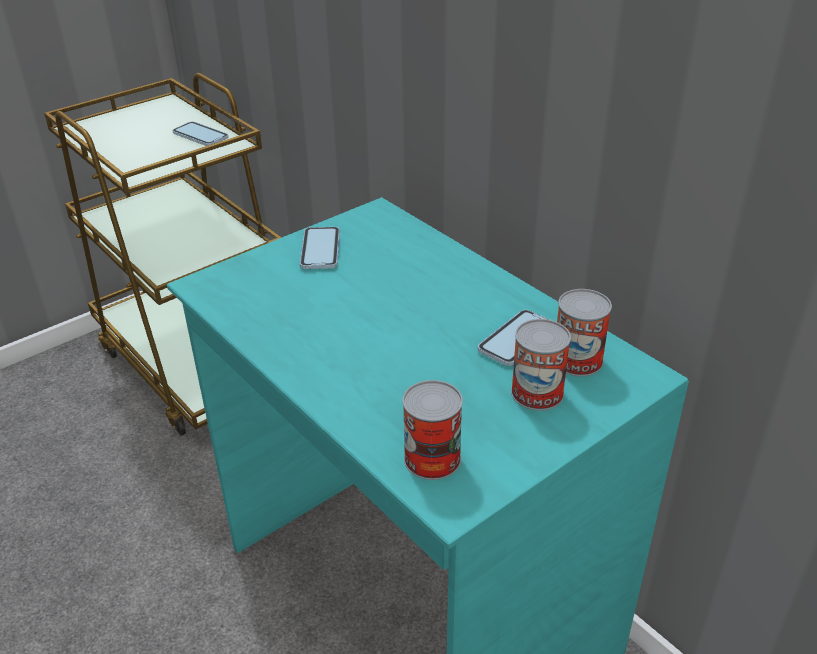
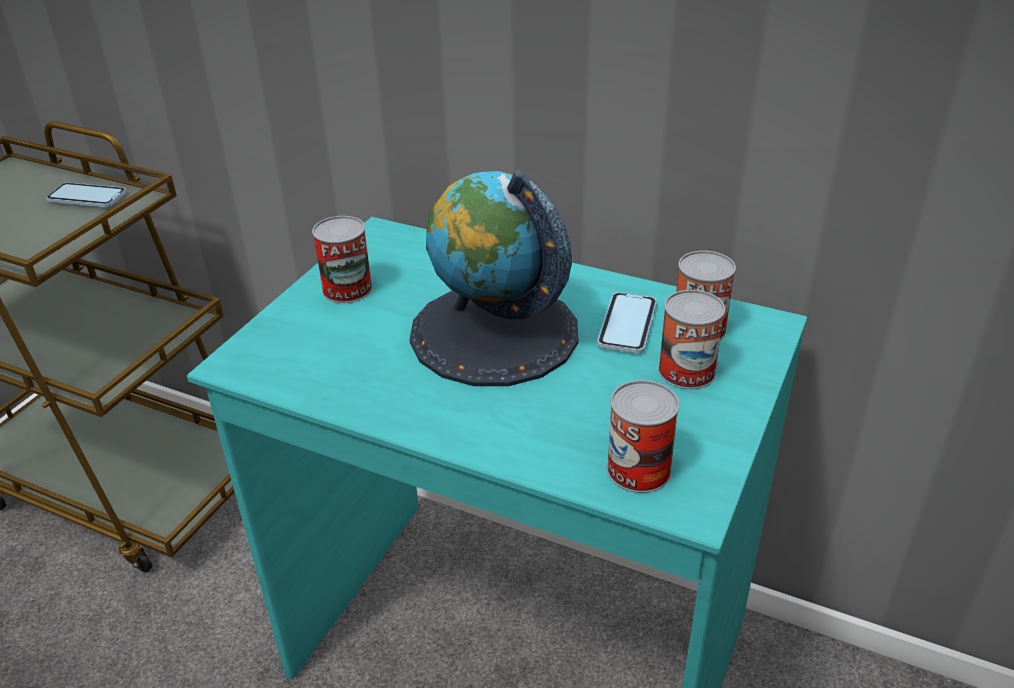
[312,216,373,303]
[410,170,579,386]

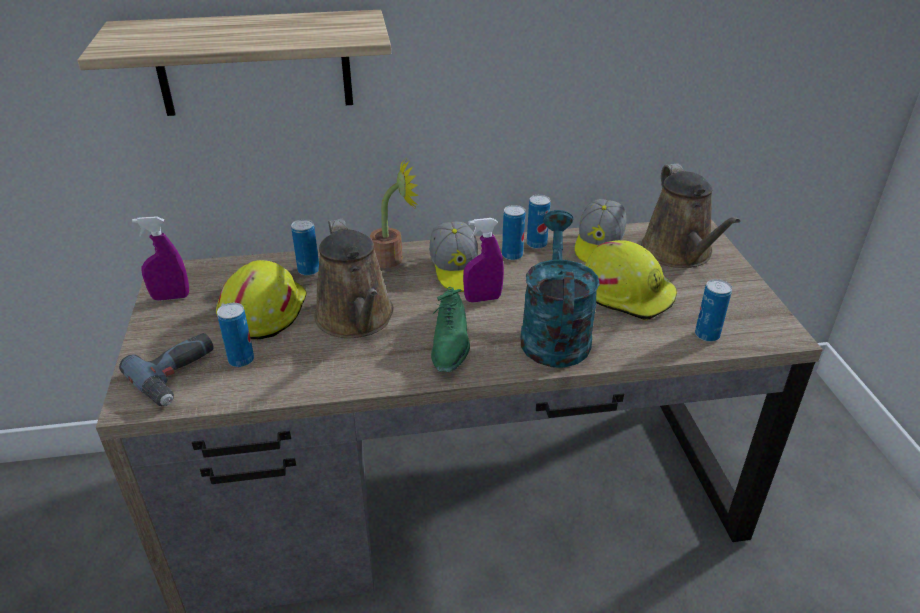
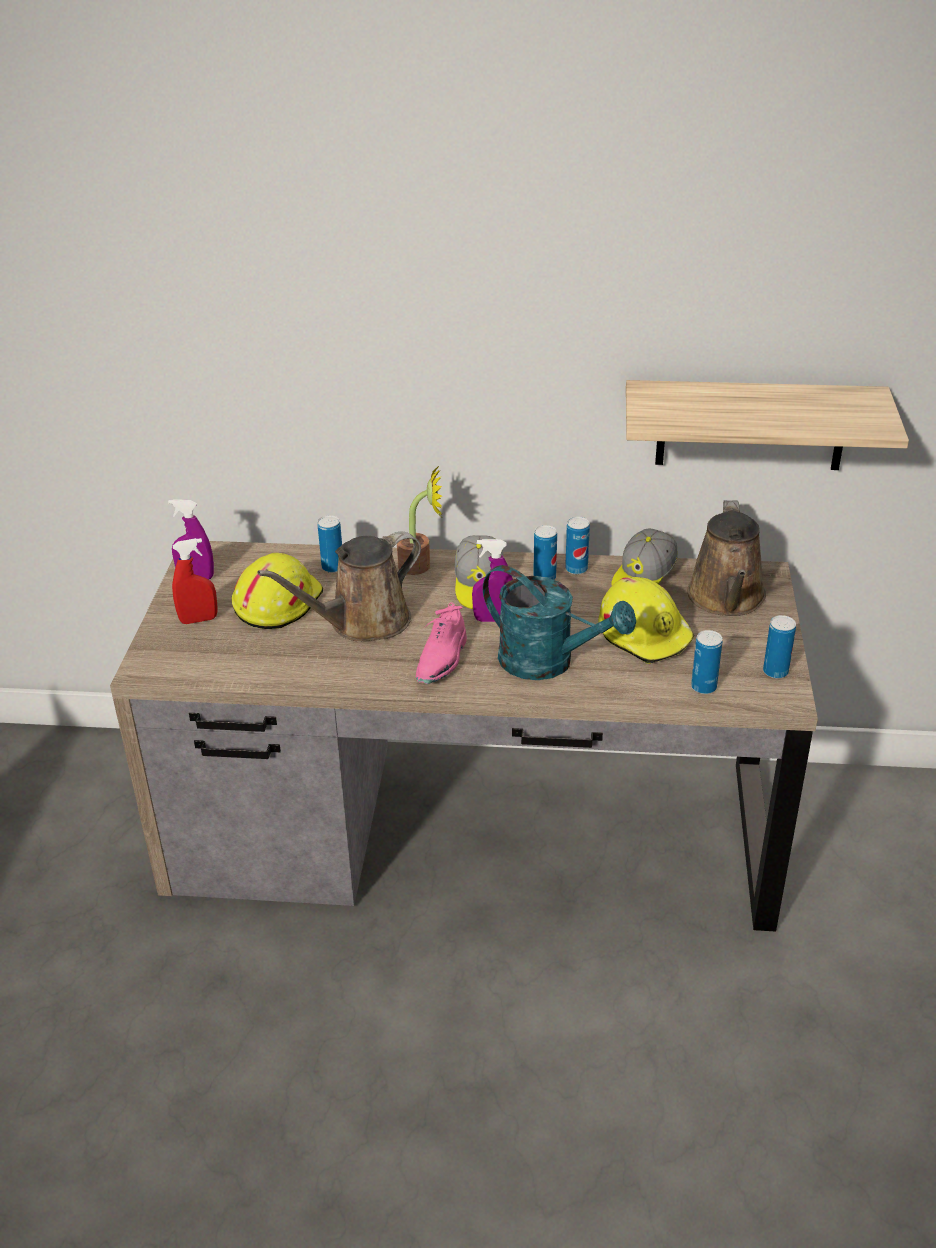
[626,380,909,470]
[483,565,636,680]
[257,532,421,641]
[416,603,467,684]
[763,615,796,679]
[119,333,214,406] (first image)
[172,538,218,624]

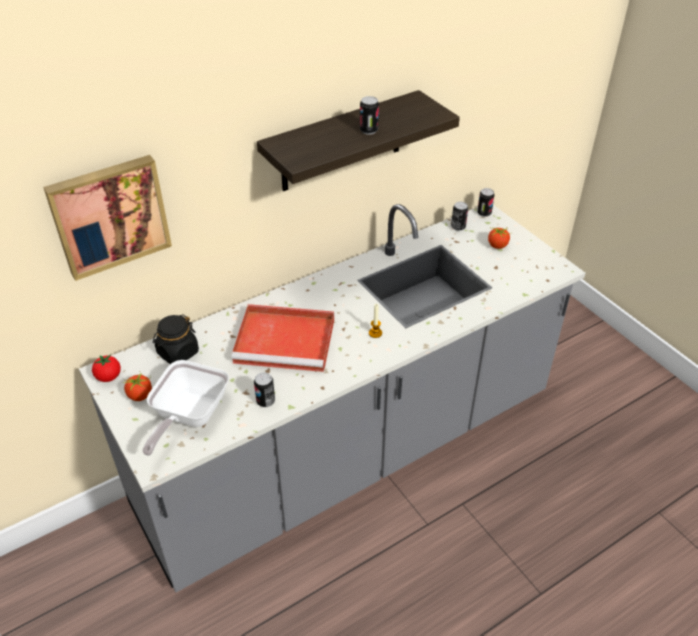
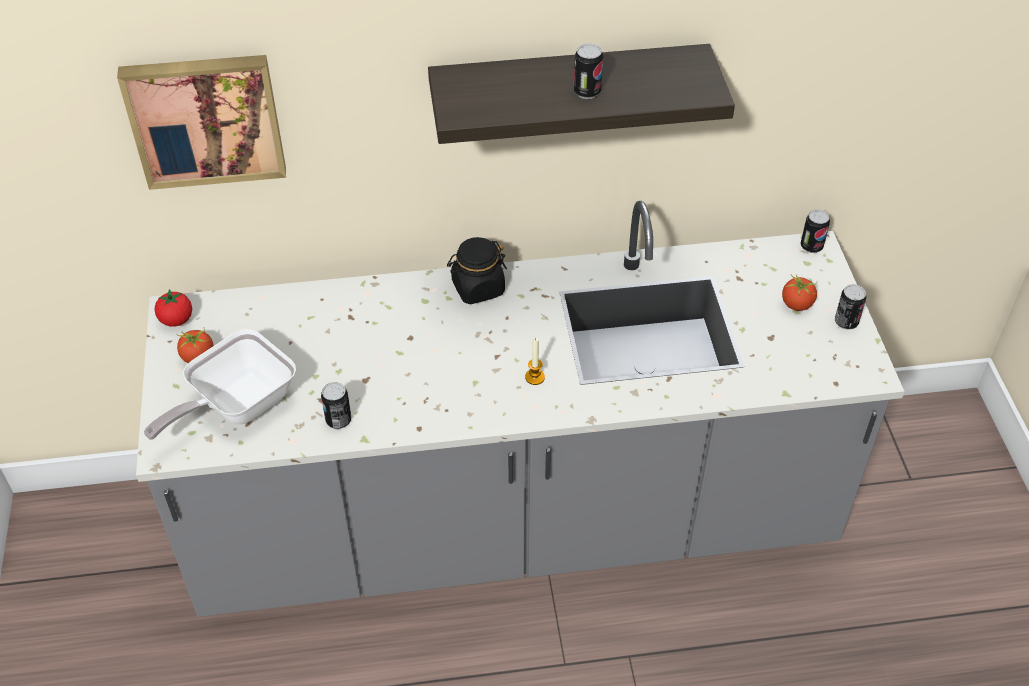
[835,284,867,330]
[231,304,334,372] (first image)
[447,237,507,304]

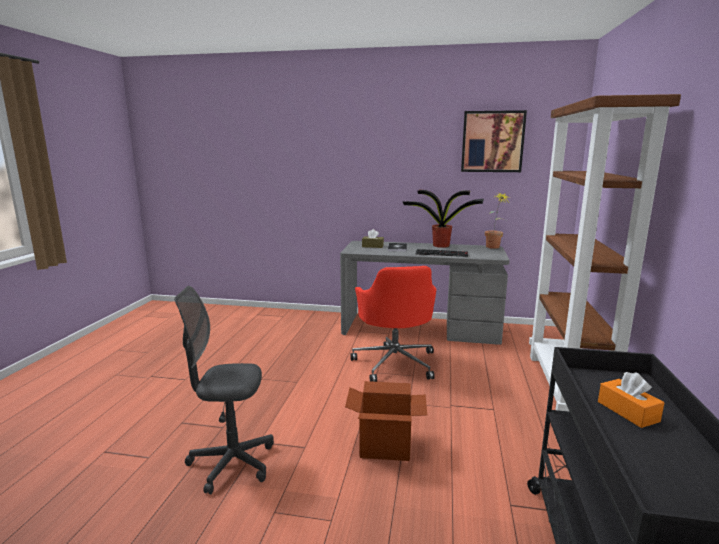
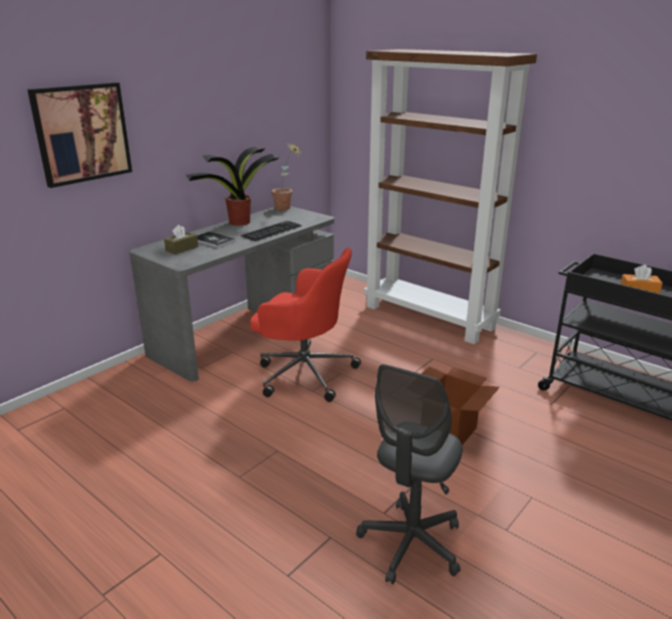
[27,82,132,188]

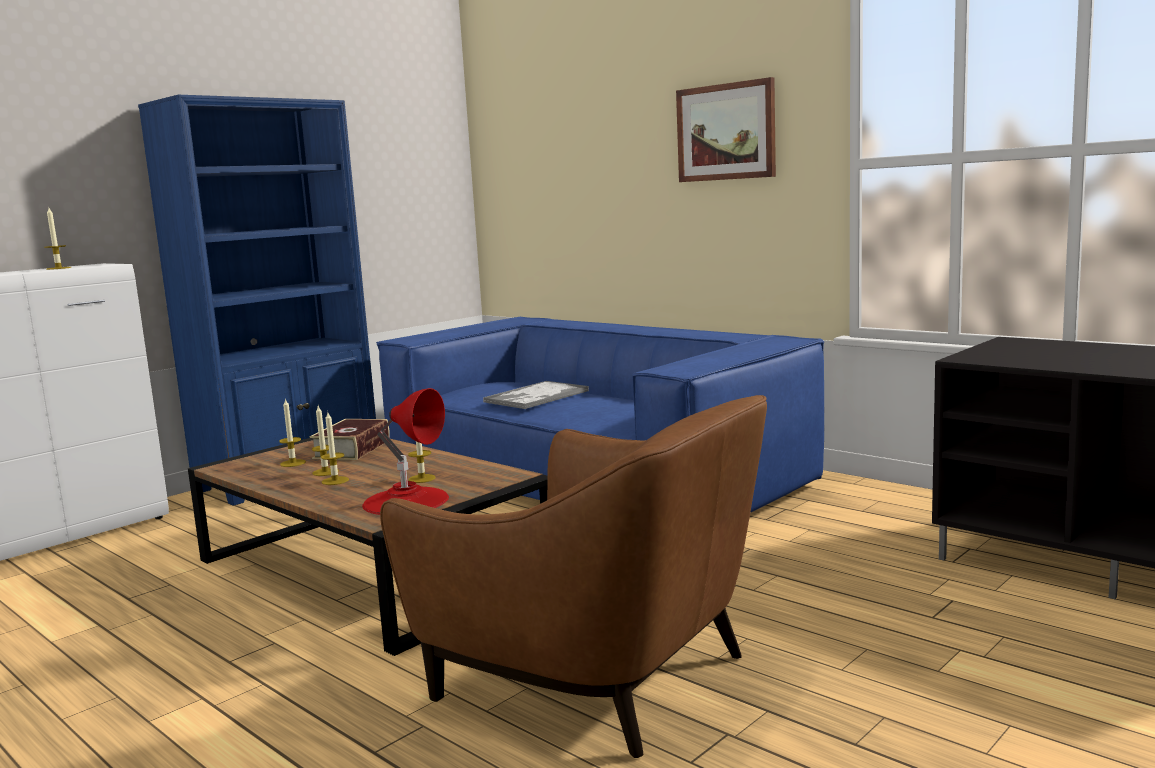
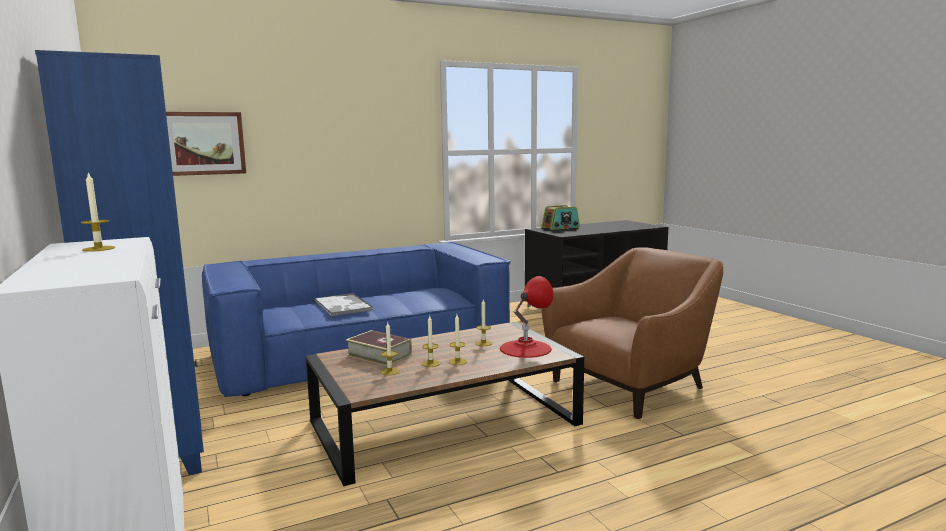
[166,112,246,176]
[541,205,580,230]

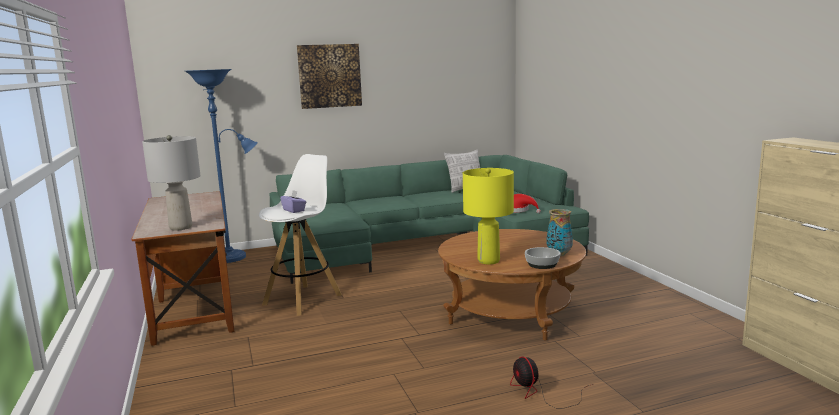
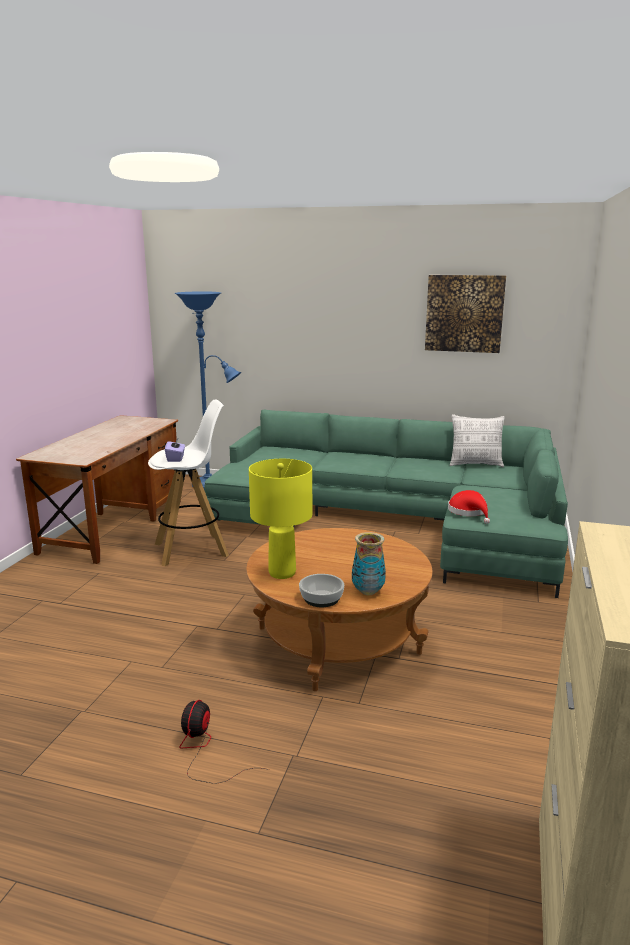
[425,275,506,353]
[142,135,201,231] (first image)

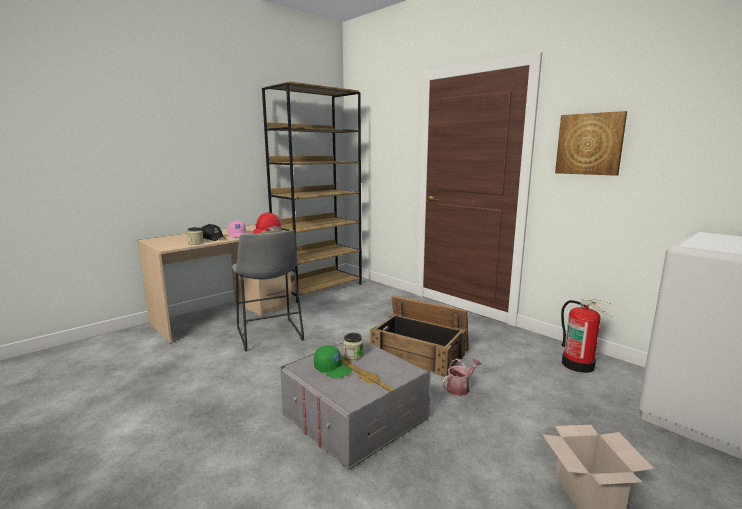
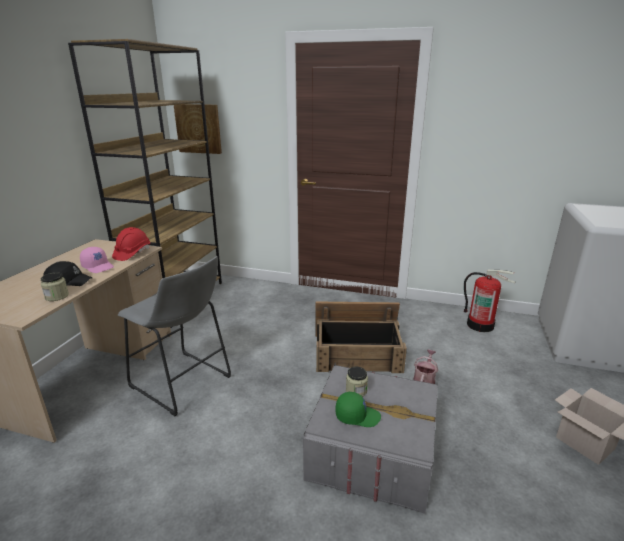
[174,104,222,154]

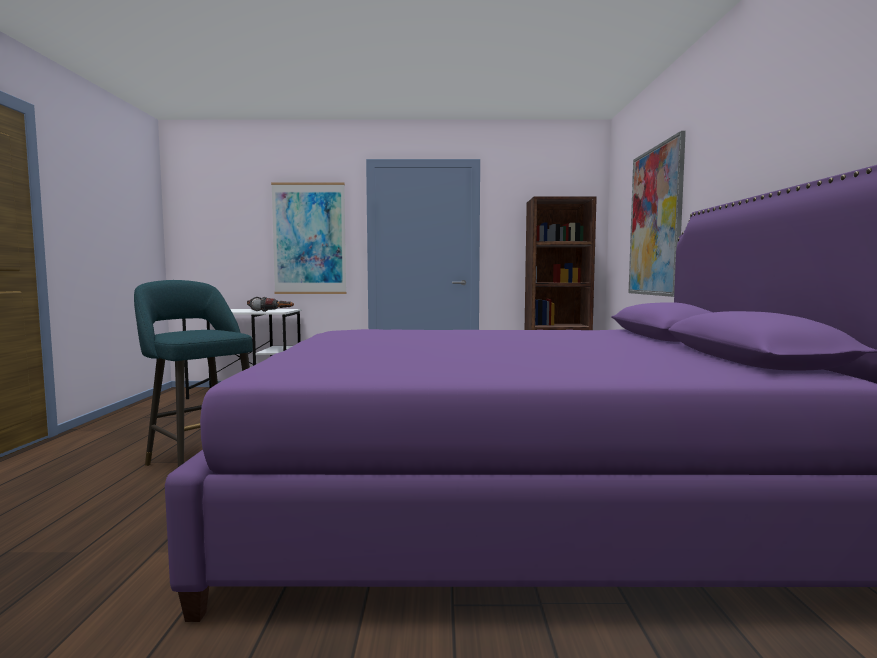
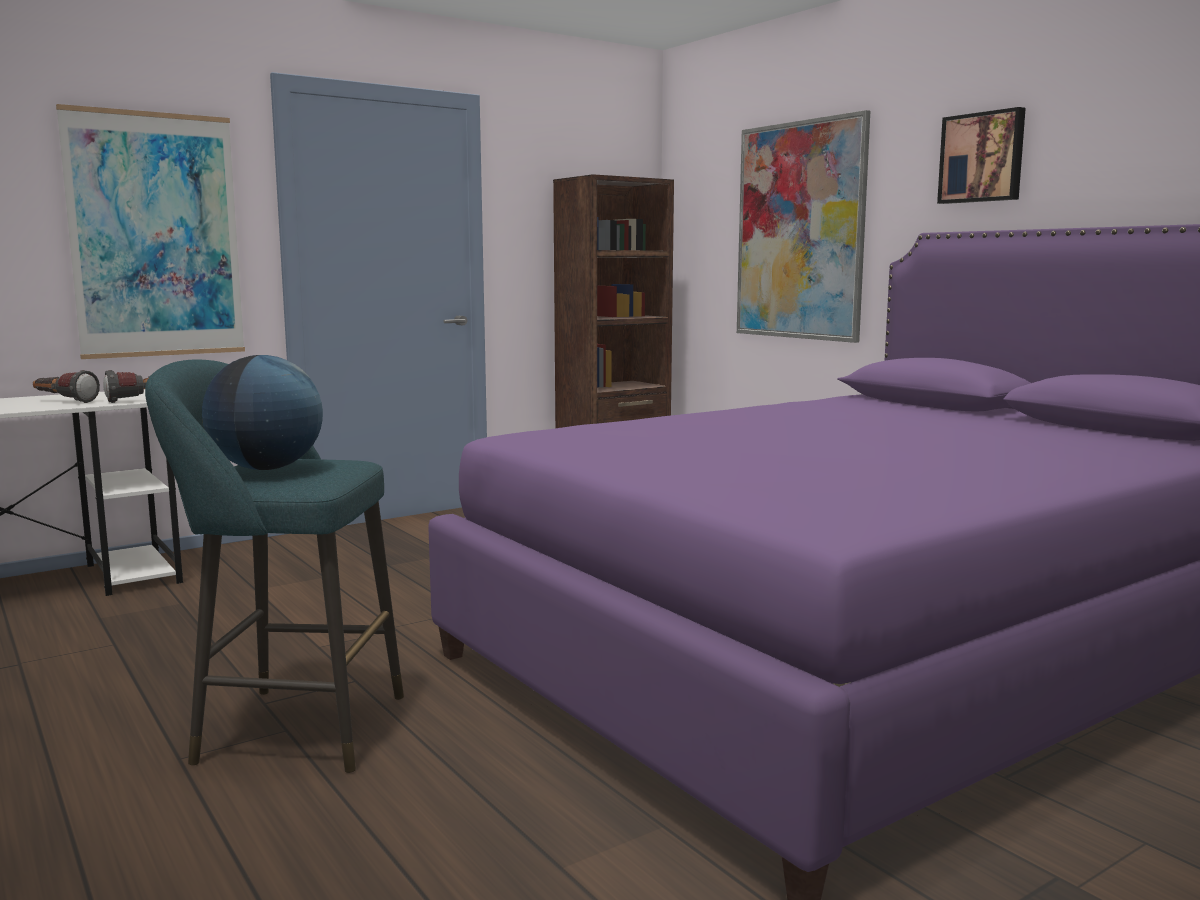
[937,107,1026,204]
[202,355,323,470]

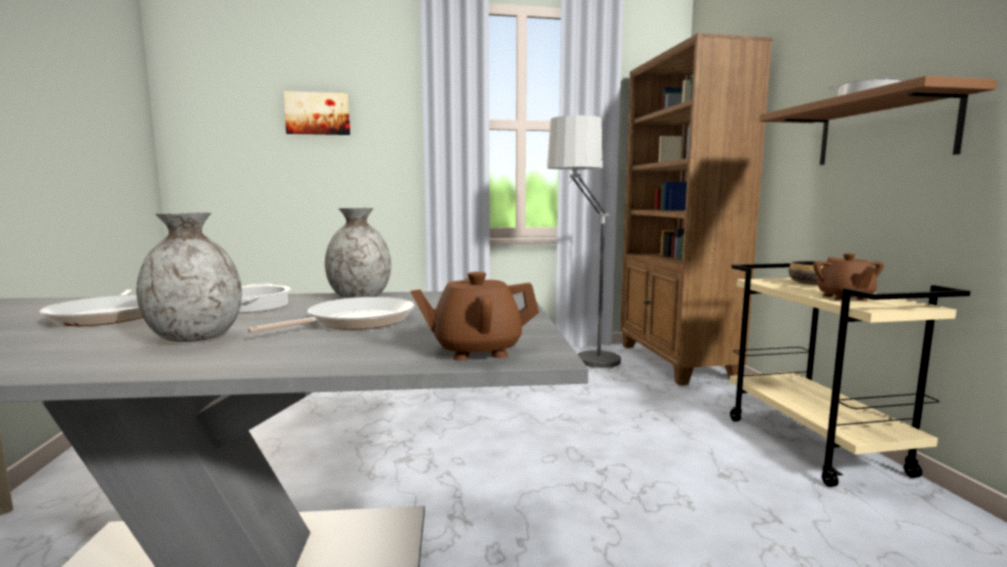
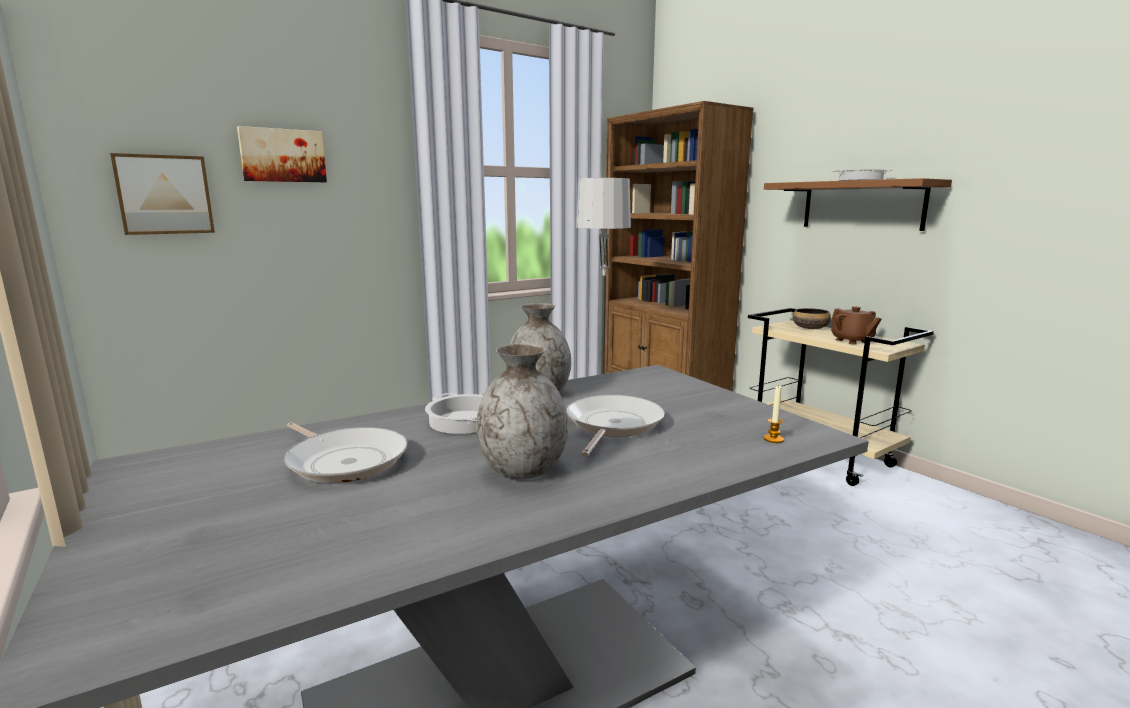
[764,386,784,443]
[110,153,215,235]

